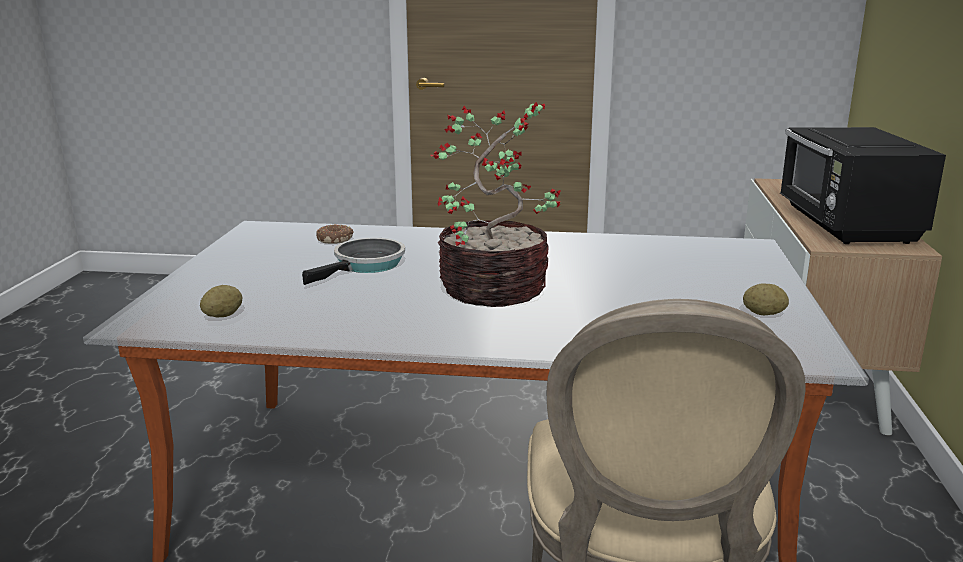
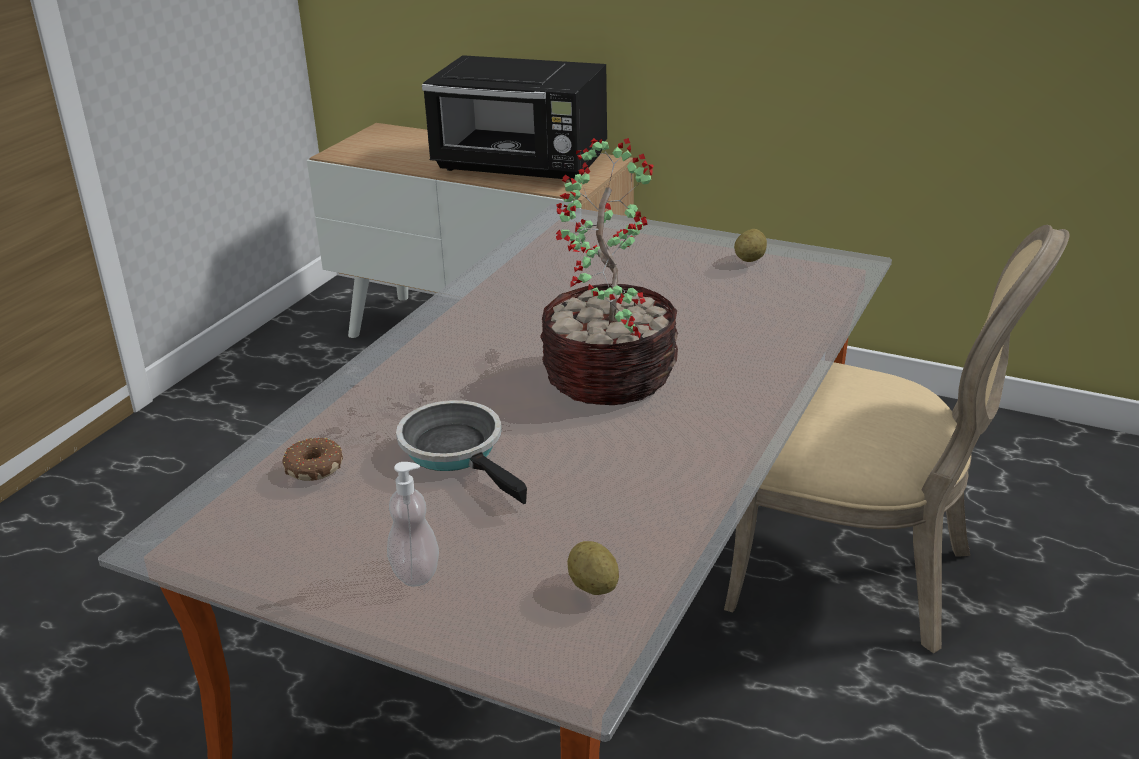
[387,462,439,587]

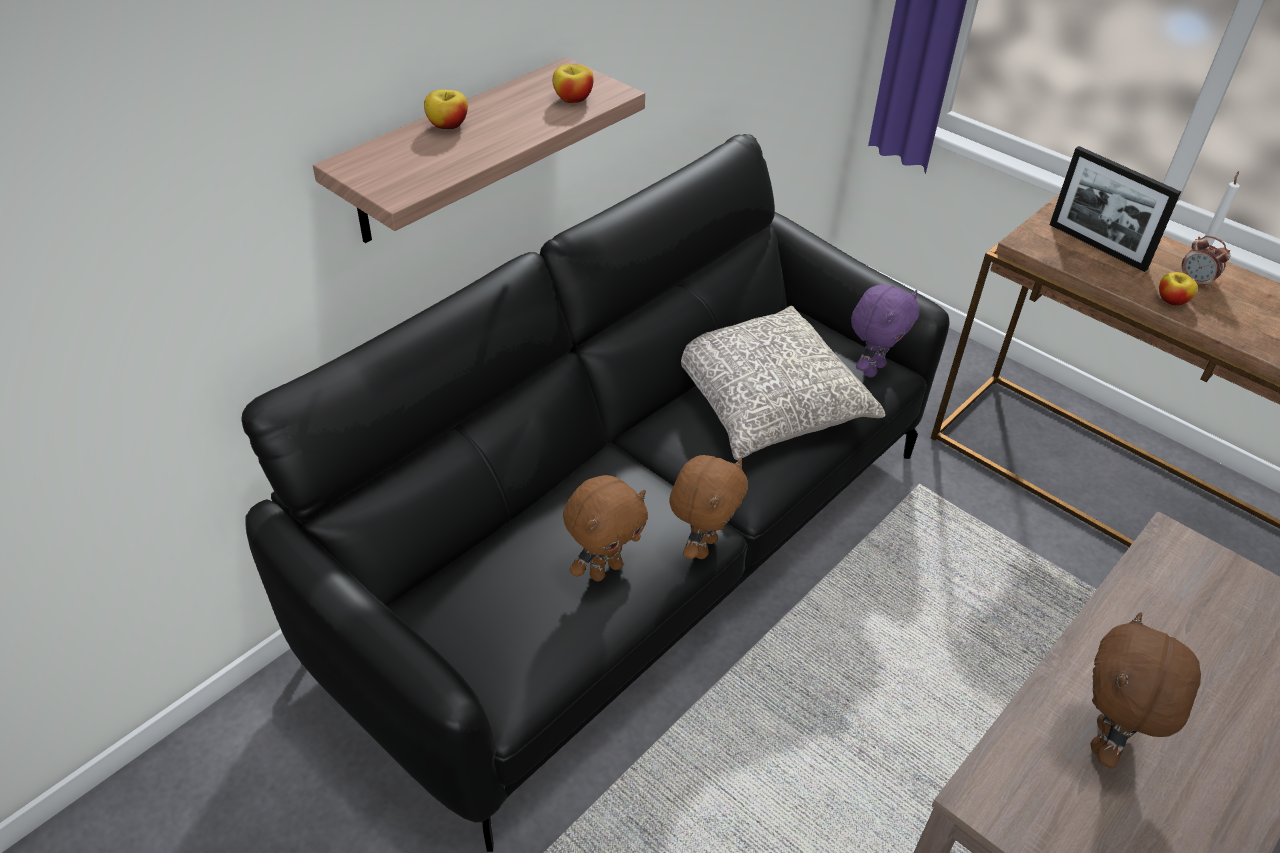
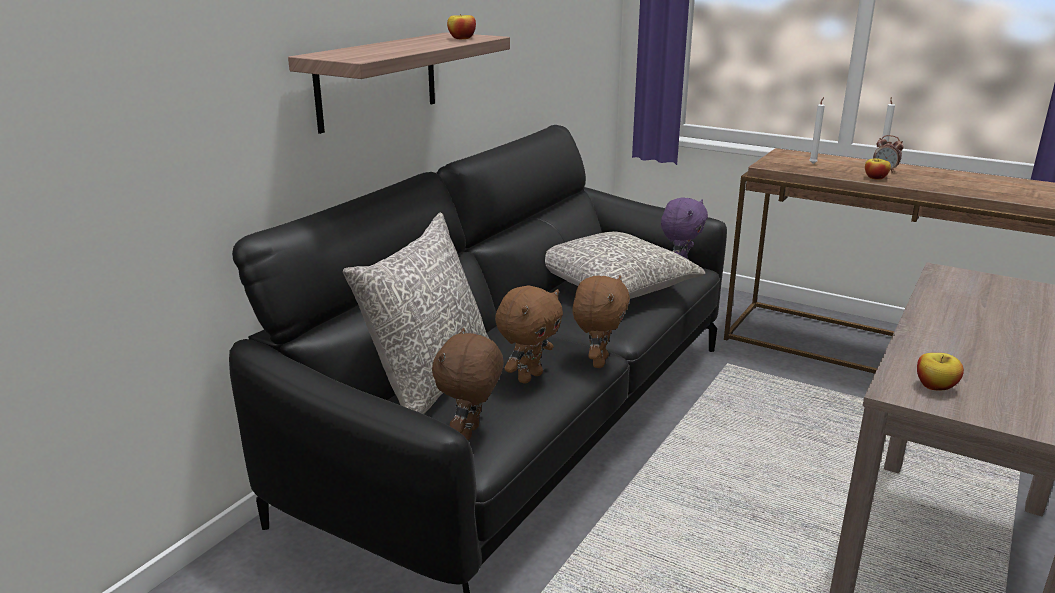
[917,353,964,390]
[809,97,825,164]
[432,328,504,441]
[343,213,489,414]

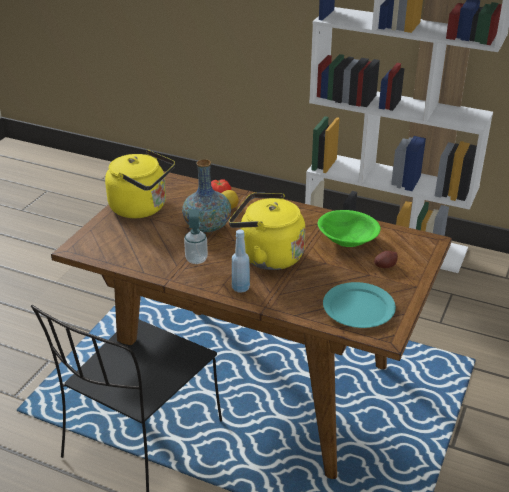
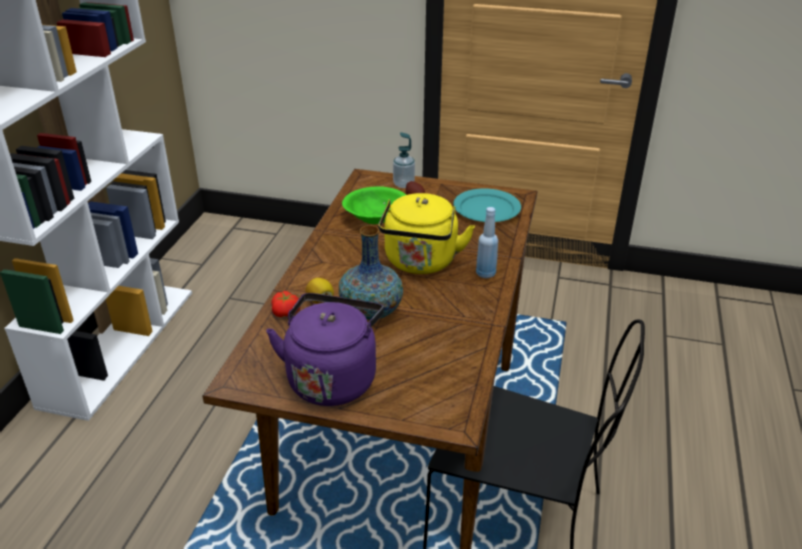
[266,293,384,406]
[393,132,415,188]

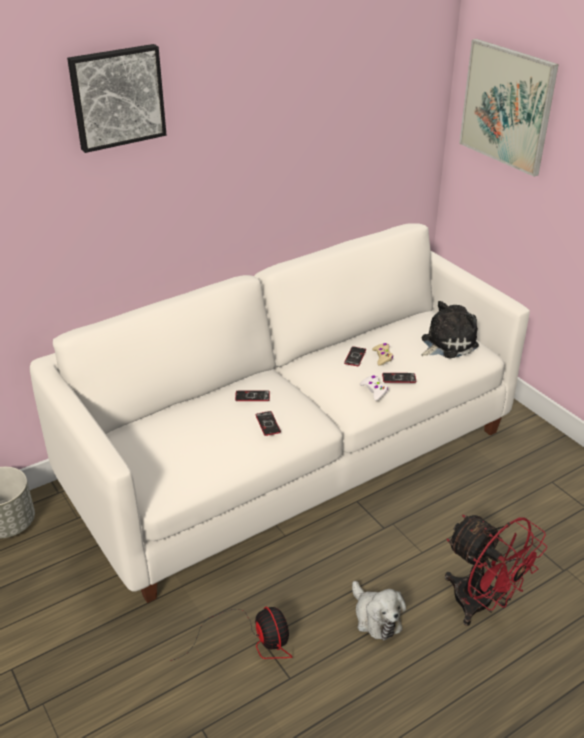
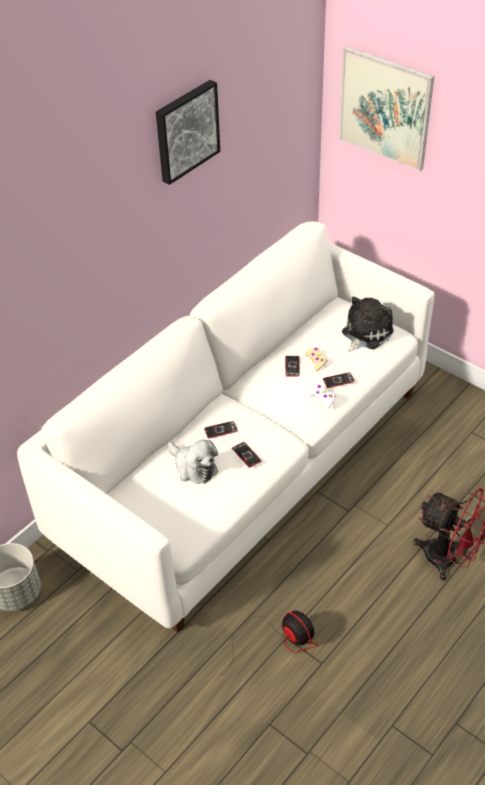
[156,80,220,185]
[168,440,218,484]

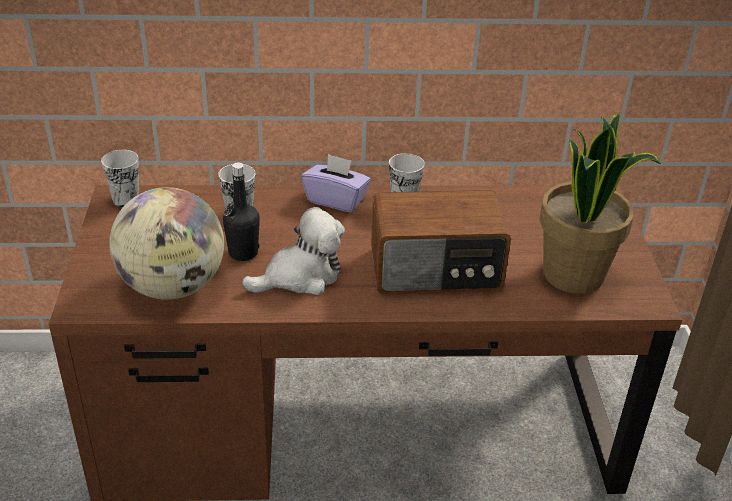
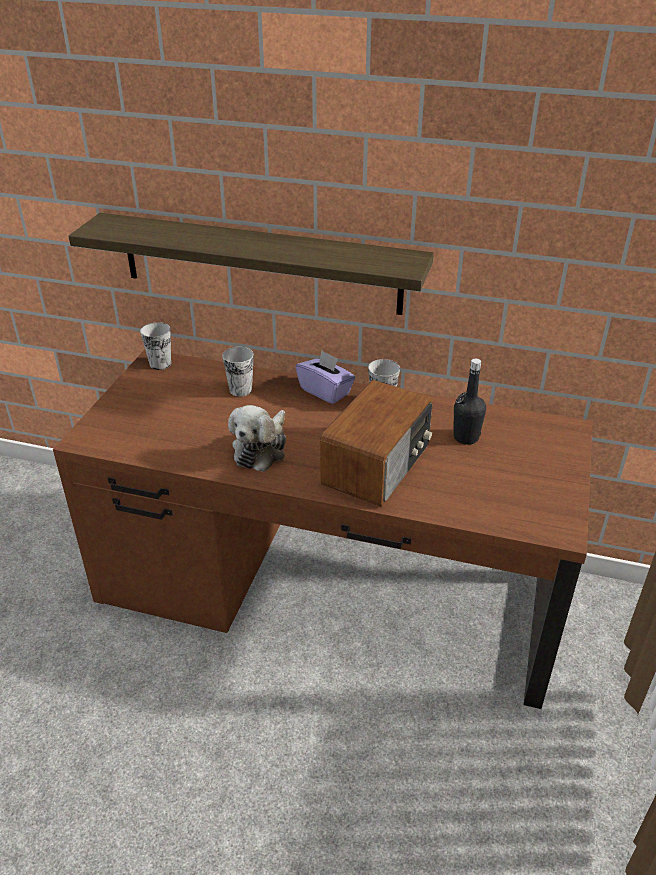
[539,112,661,294] (first image)
[453,359,486,445]
[109,187,224,300] (first image)
[320,380,433,507]
[228,405,286,472]
[68,213,434,315]

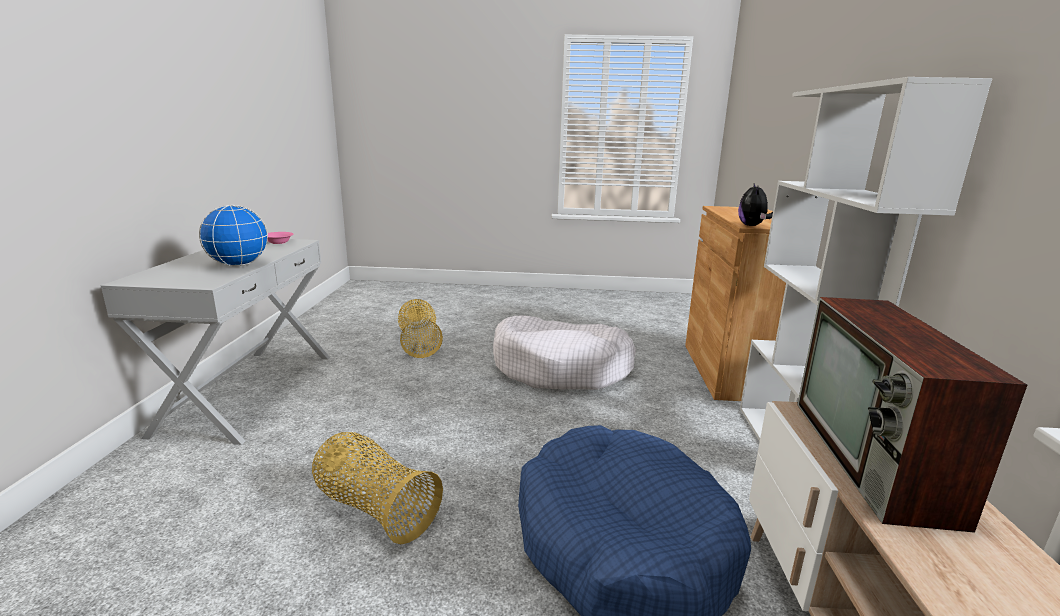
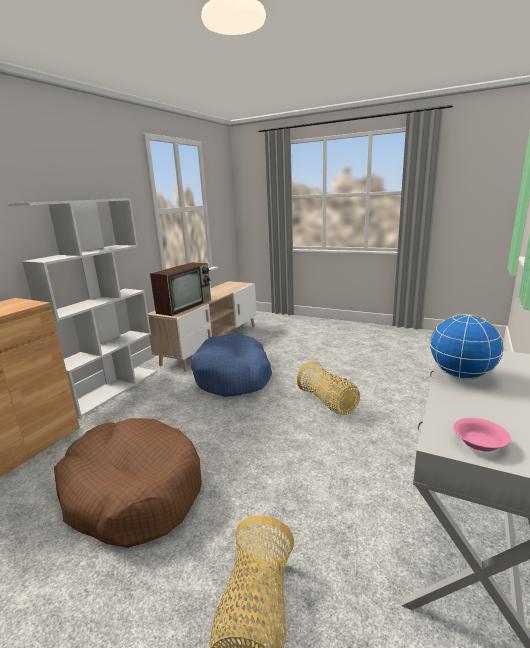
[738,184,773,226] (first image)
[54,418,202,548]

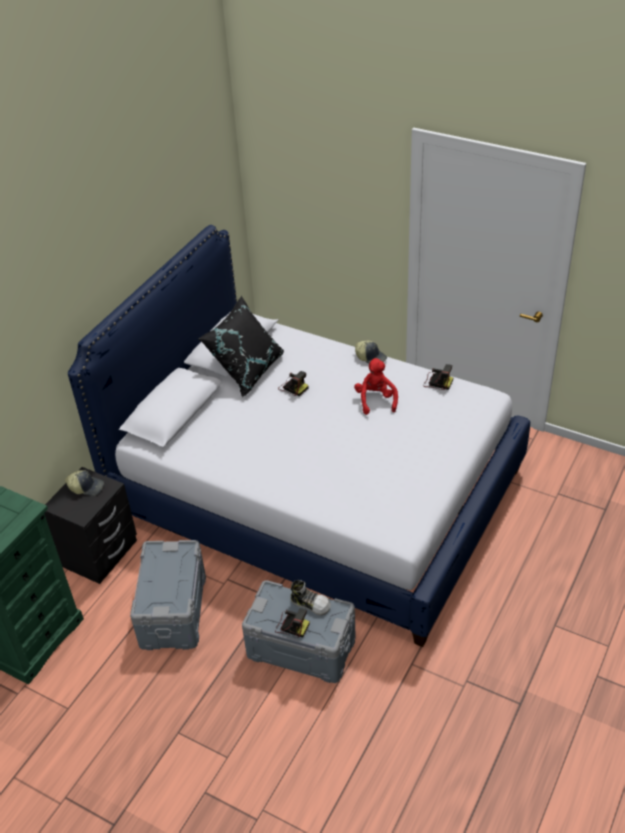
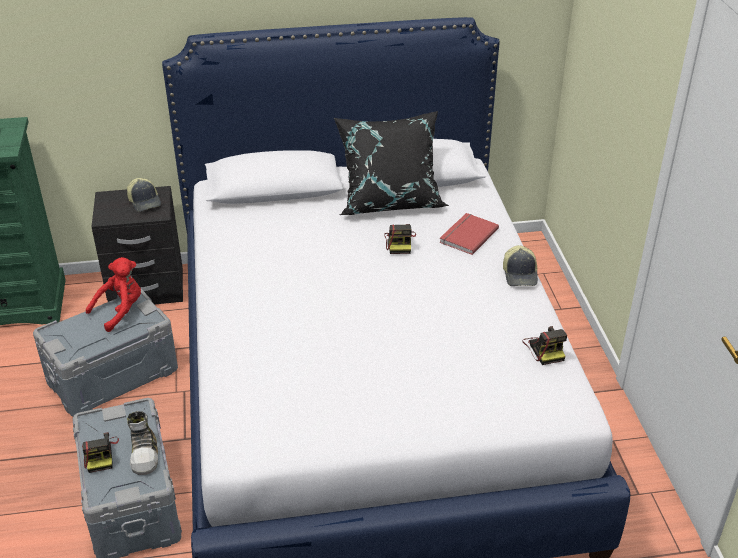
[86,257,141,332]
[439,213,499,255]

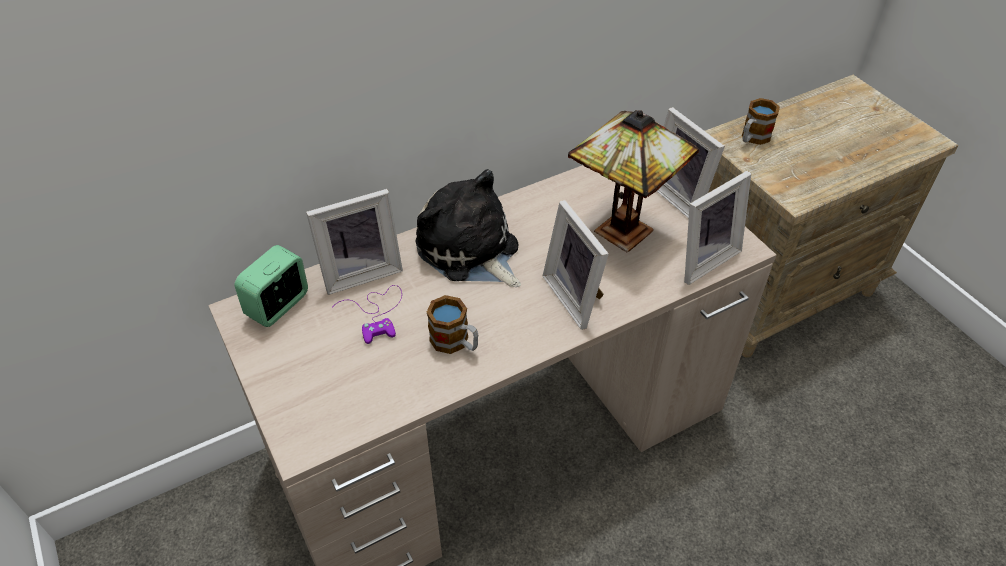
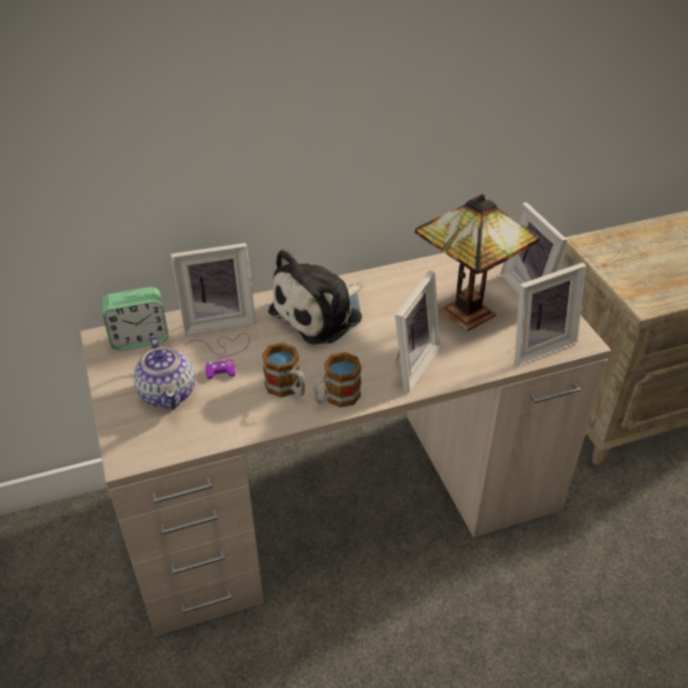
[313,352,361,408]
[268,249,362,345]
[395,271,440,392]
[102,287,168,351]
[134,336,195,410]

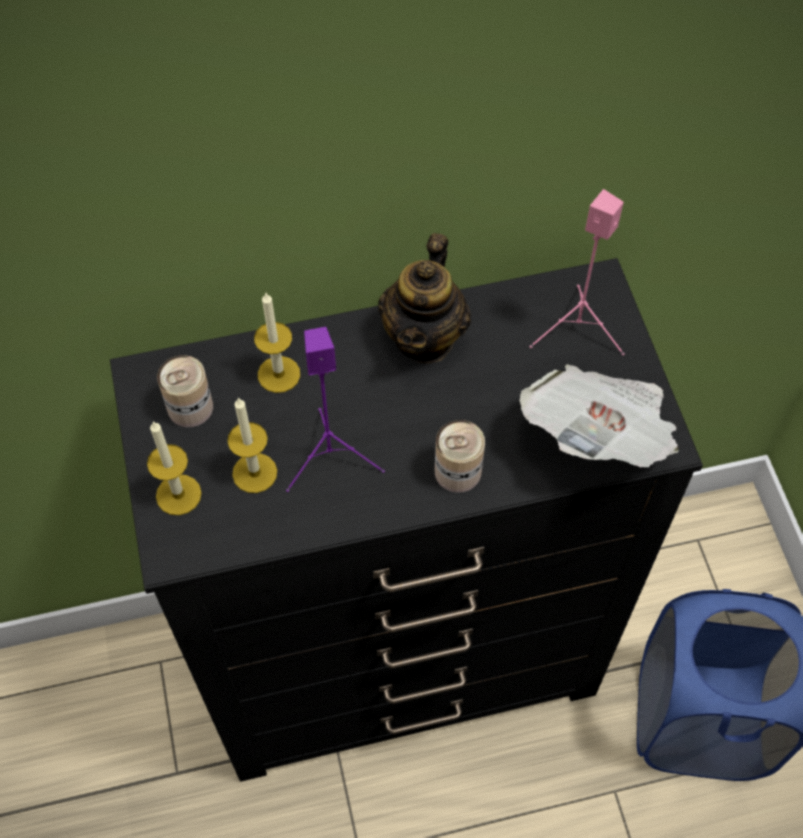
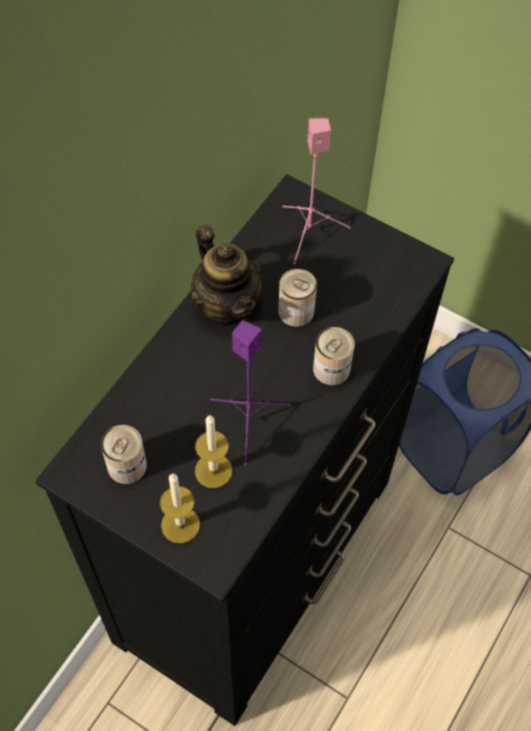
[254,292,300,393] (first image)
[519,364,679,467] (first image)
[278,269,317,327]

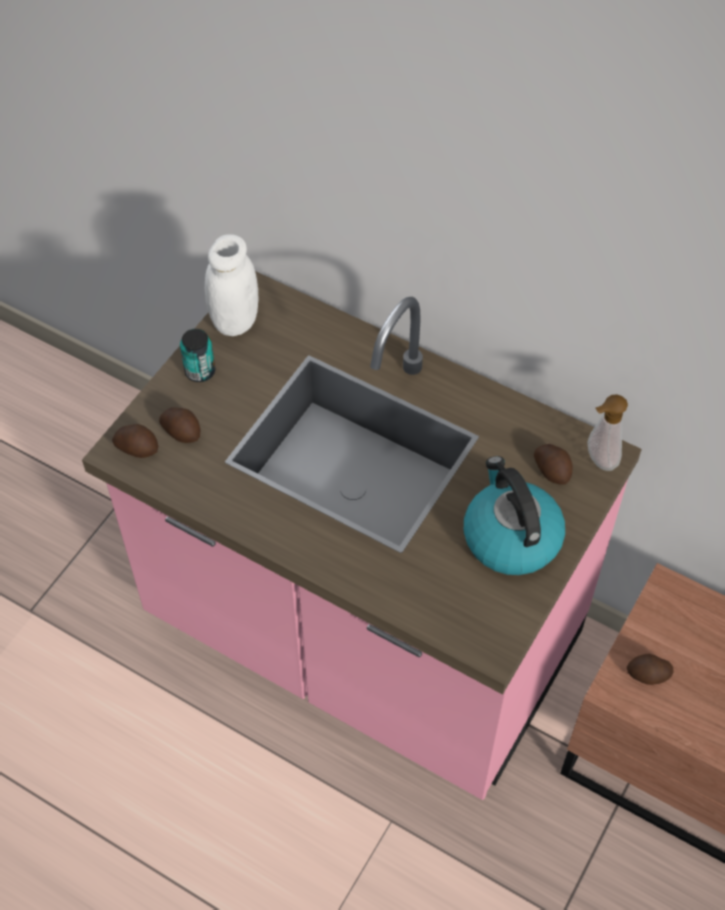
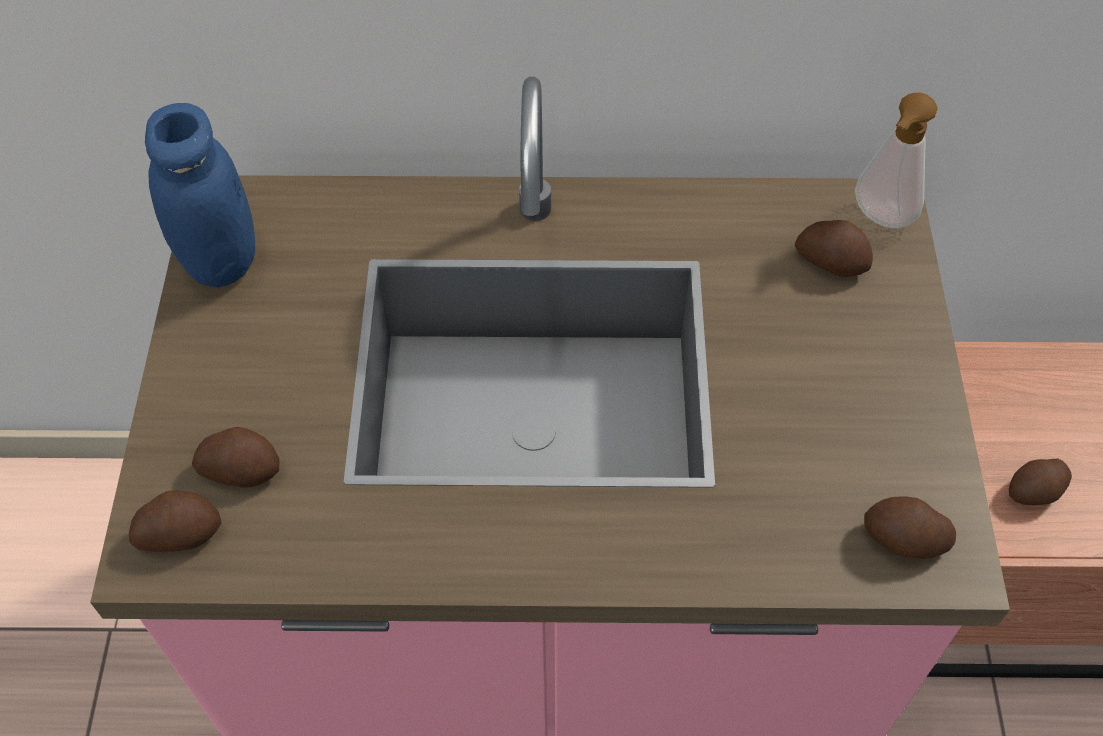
[145,103,255,287]
[180,329,215,382] (first image)
[464,456,565,575] (first image)
[864,496,956,559]

